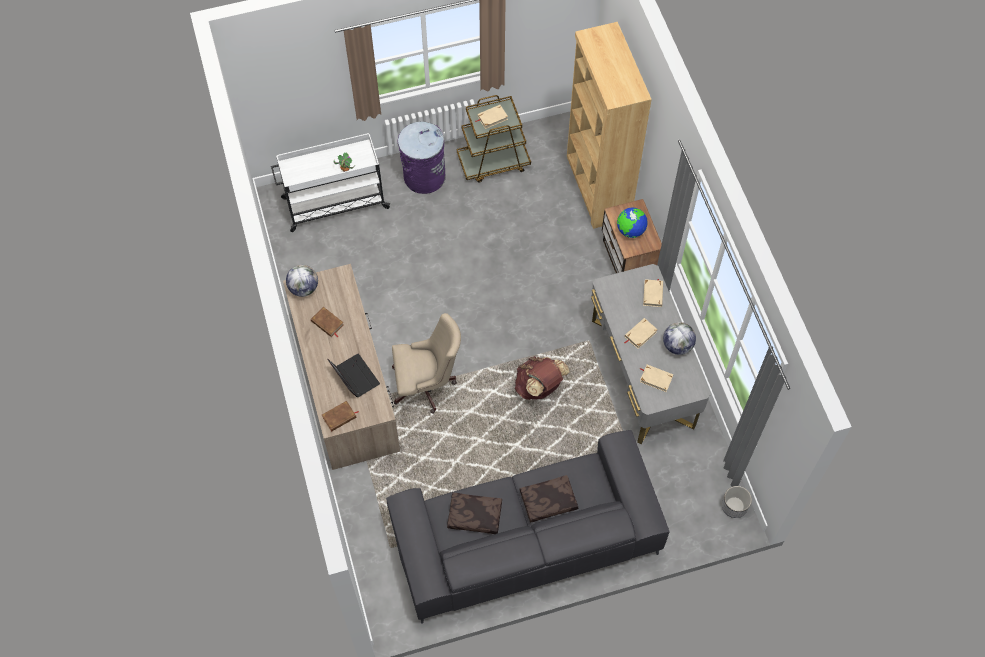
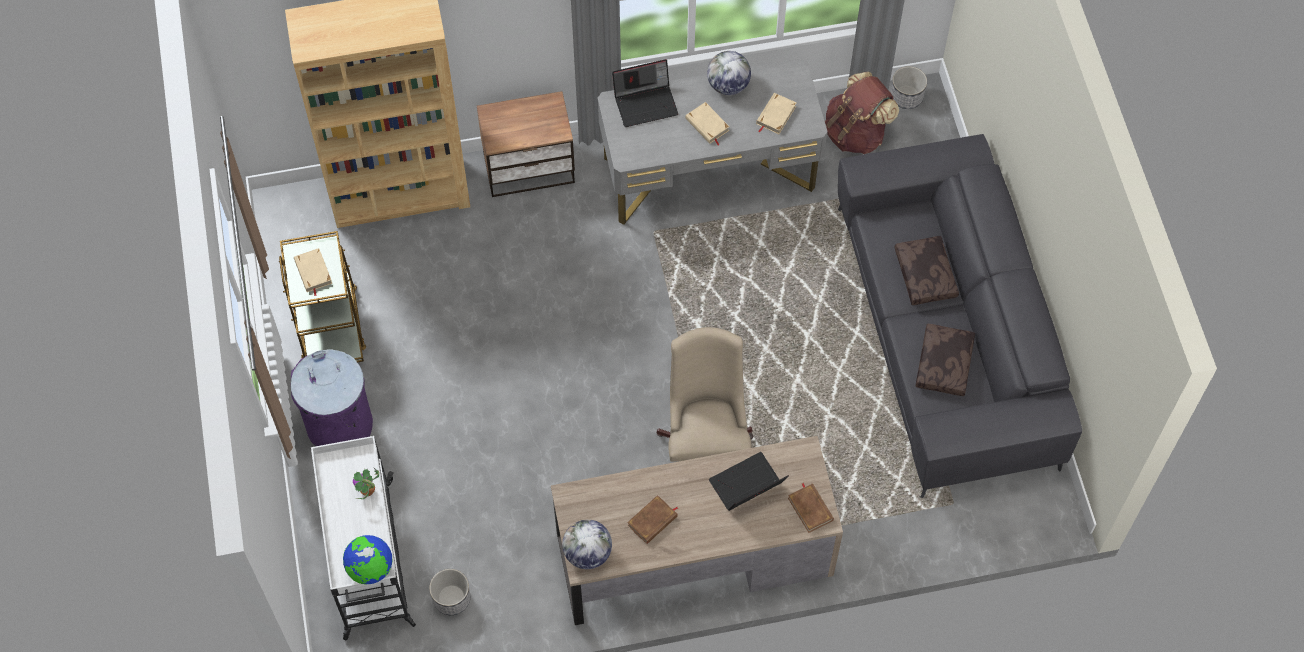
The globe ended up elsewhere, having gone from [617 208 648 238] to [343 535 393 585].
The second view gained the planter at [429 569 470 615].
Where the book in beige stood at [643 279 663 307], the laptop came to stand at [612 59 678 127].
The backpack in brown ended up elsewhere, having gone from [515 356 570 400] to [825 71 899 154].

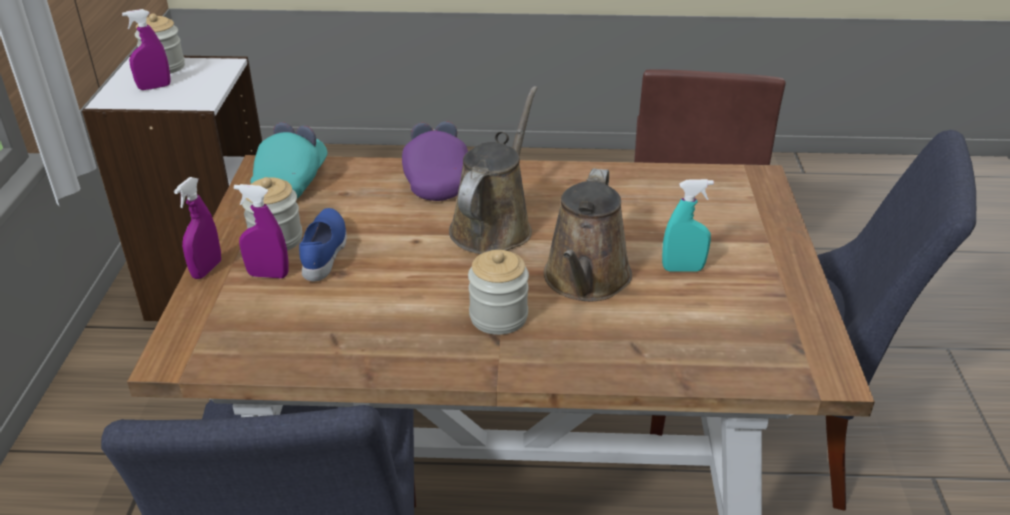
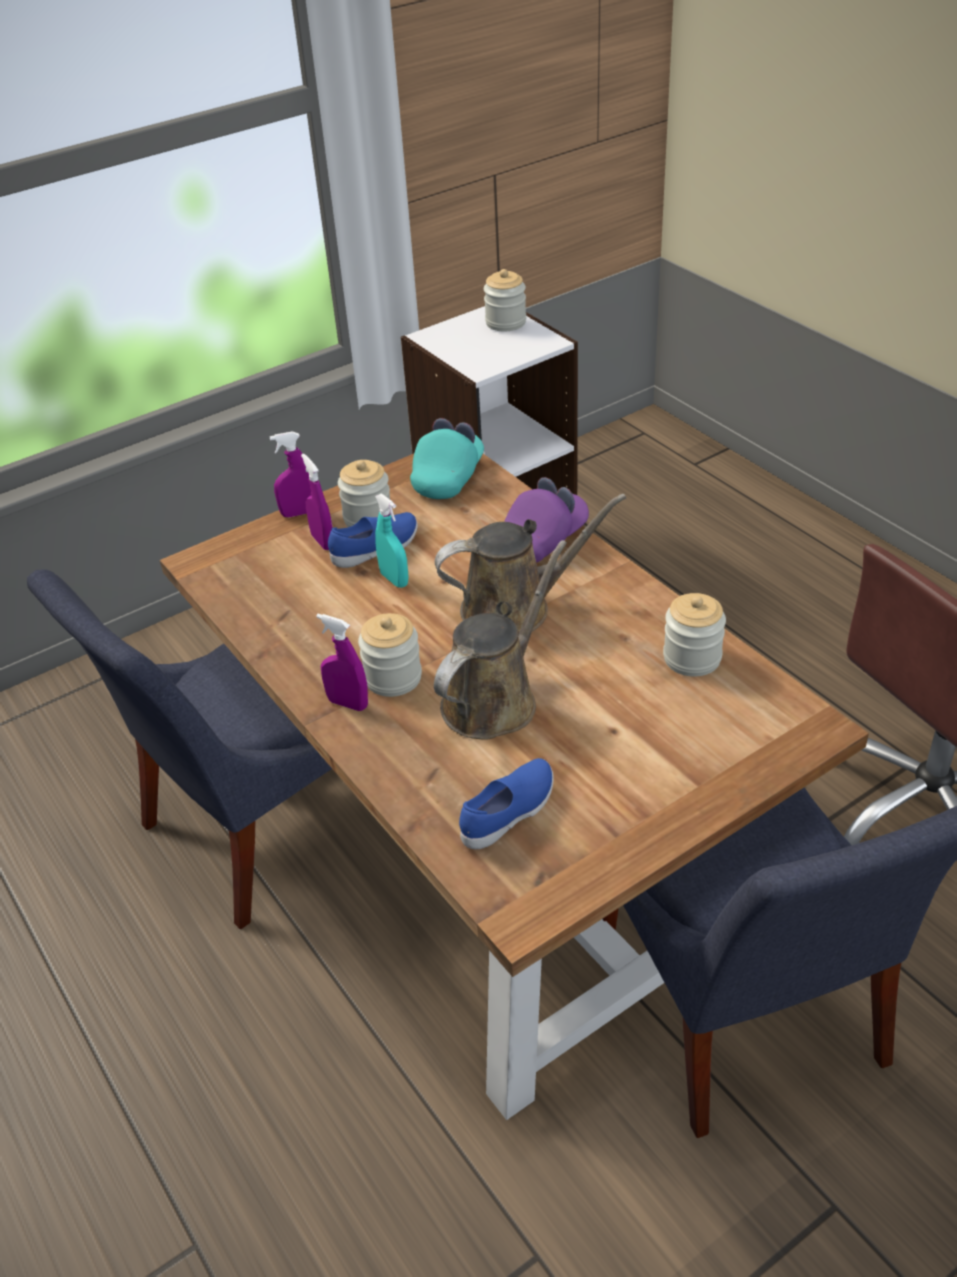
The spray bottle in purple ended up elsewhere, having gone from [122 9 171 90] to [316 614 368 711].
The spray bottle in turquoise ended up elsewhere, having gone from [662 179 714 272] to [375 493 409 588].
The cap in turquoise at [250 122 328 198] ended up facing another way, 45 degrees counterclockwise from before.
The watering can in brown at [544 168 632 301] ended up facing another way, 150 degrees clockwise from before.
The second view gained the shoe in blue at [459 758 554 849].
The second view gained the jar at [663 593 726 677].

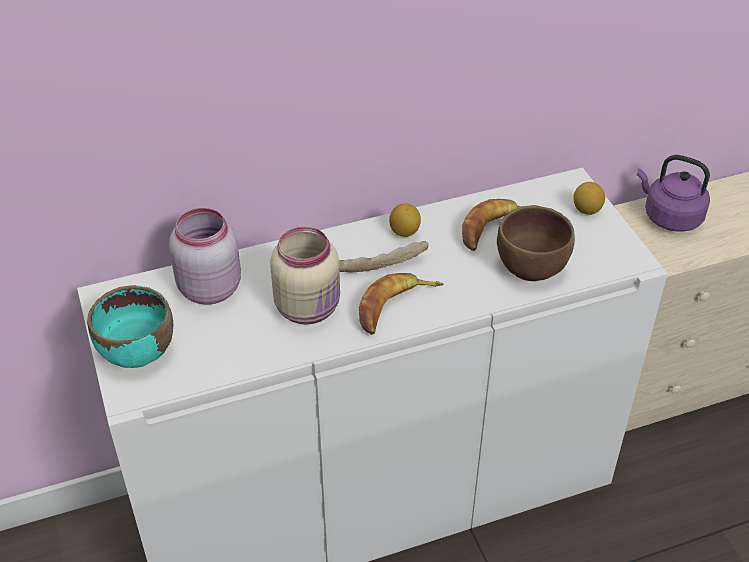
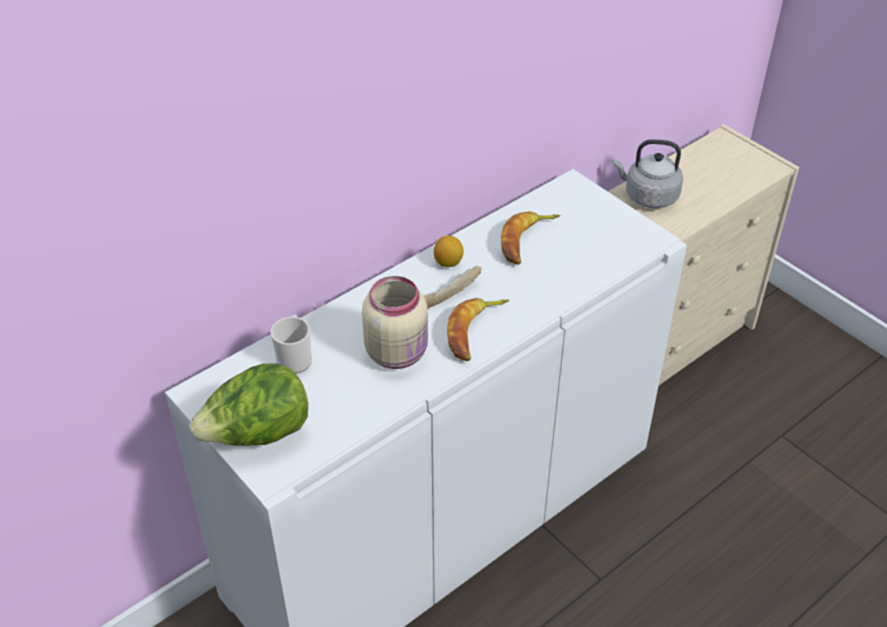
Where the bowl in turquoise stood at [87 285 173 368], the lettuce came to stand at [189 363 308 446].
Where the jar in pink stood at [169 208 241 305], the mug came to stand at [271 315 312 374].
What was the kettle in purple at [637 155 710 232] turned into the kettle in grey at [613 139 683 208].
The second view lost the bowl in brown at [497 205 575 281].
The second view lost the lemon at [573 182 605 215].

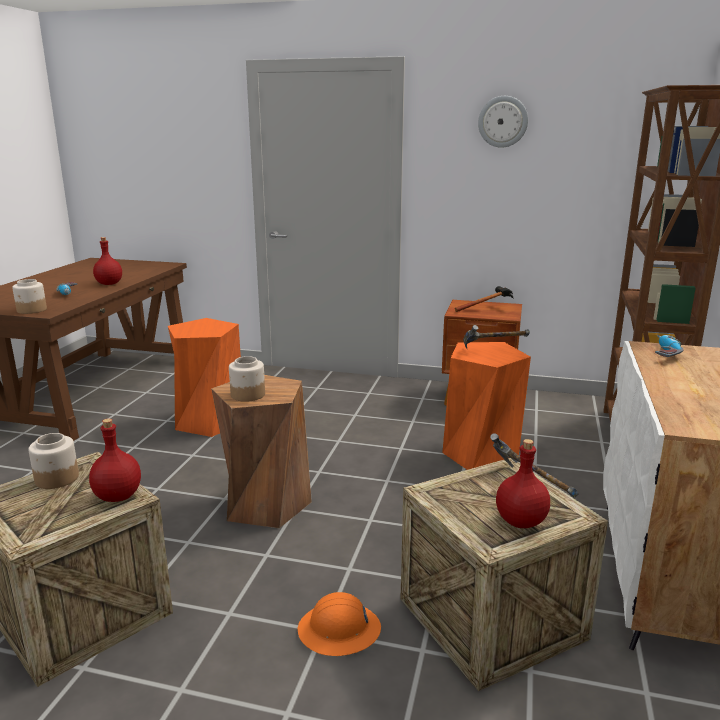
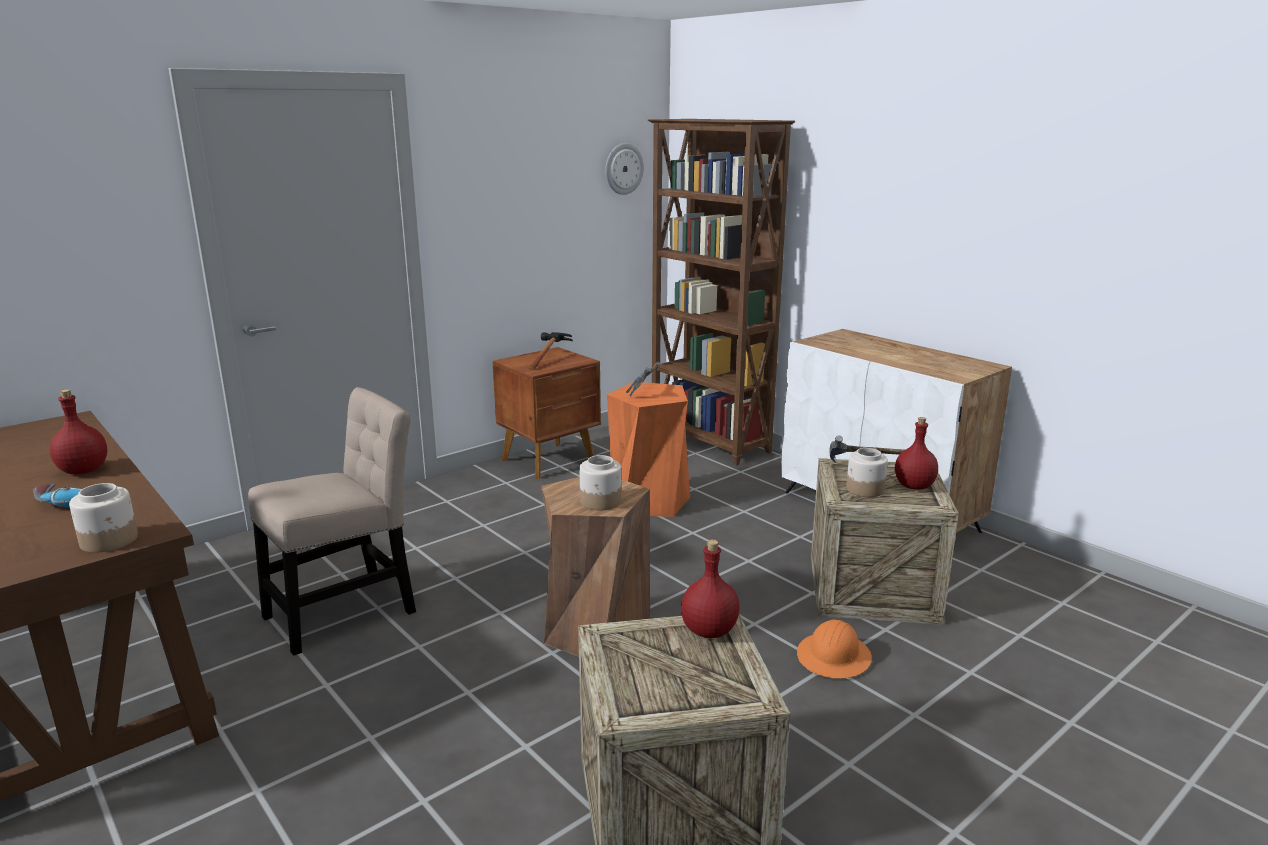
Where the stool in orange stood at [168 318 241 437], the chair in beige came to stand at [248 387 416 656].
The wall clock ended up elsewhere, having gone from [478 96 528 148] to [605 143 644 195].
The jar ended up elsewhere, having gone from [28 433 79 489] to [846 448 888 497].
The second view lost the power drill at [655 335 684 357].

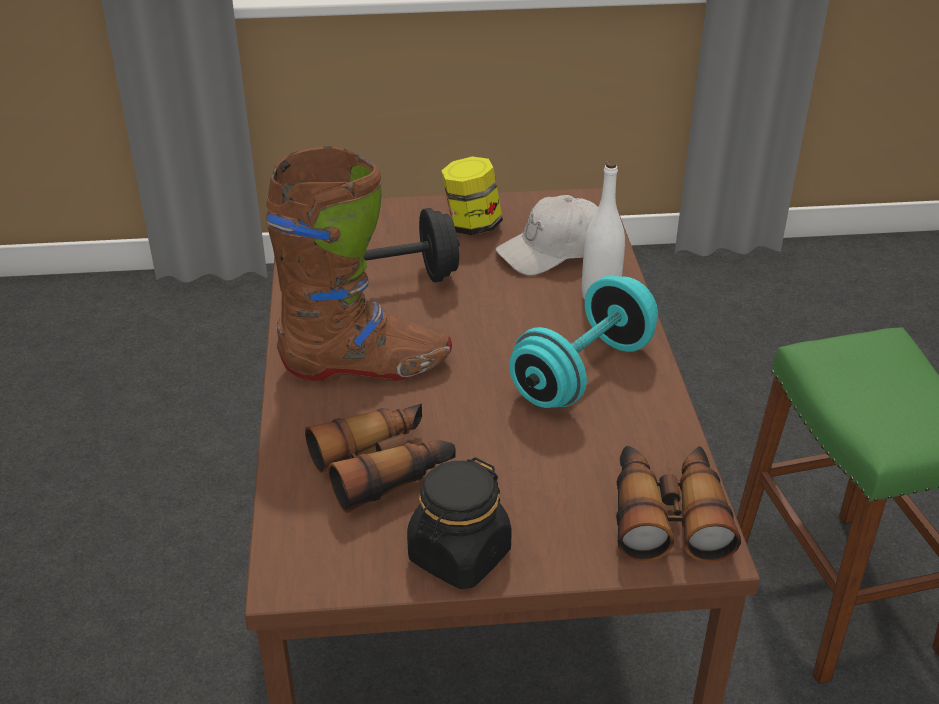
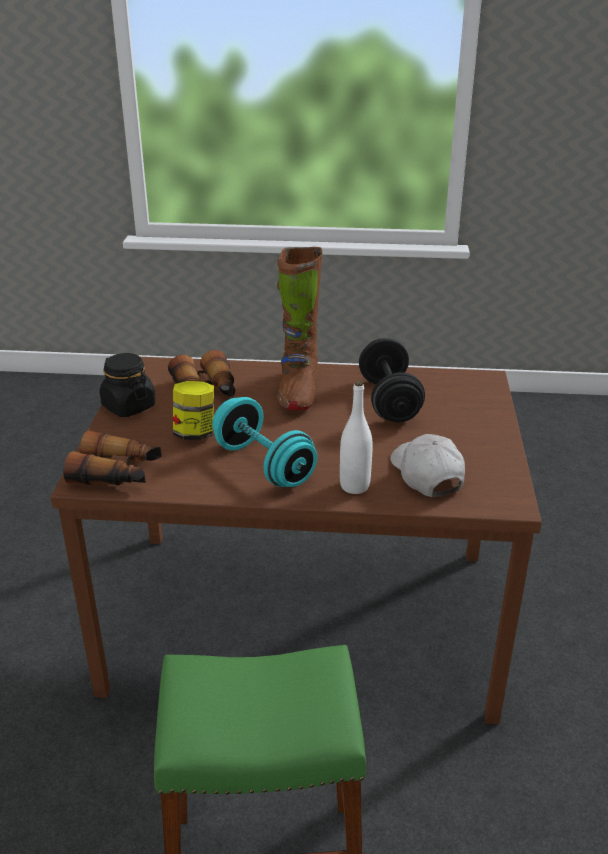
The jar ended up elsewhere, having gone from [441 157 503 235] to [173 381 214 440].

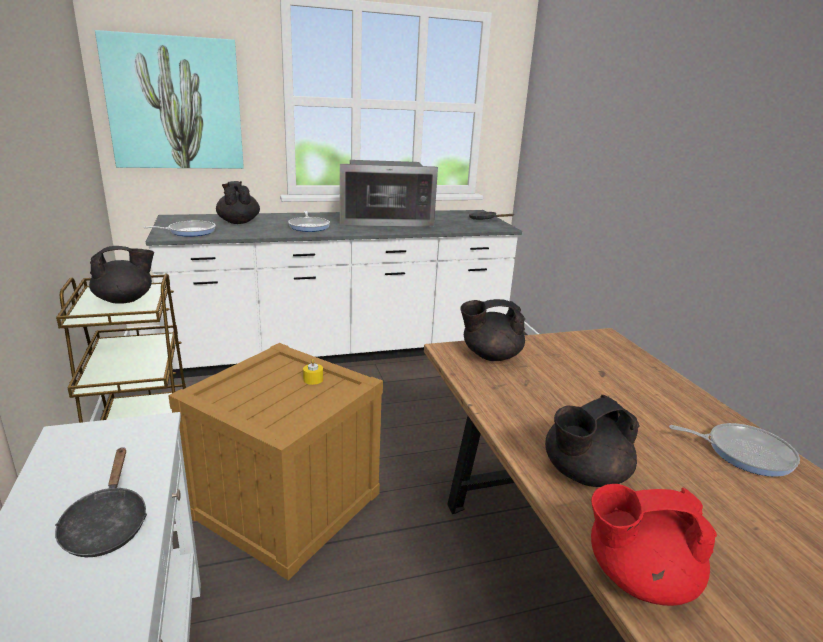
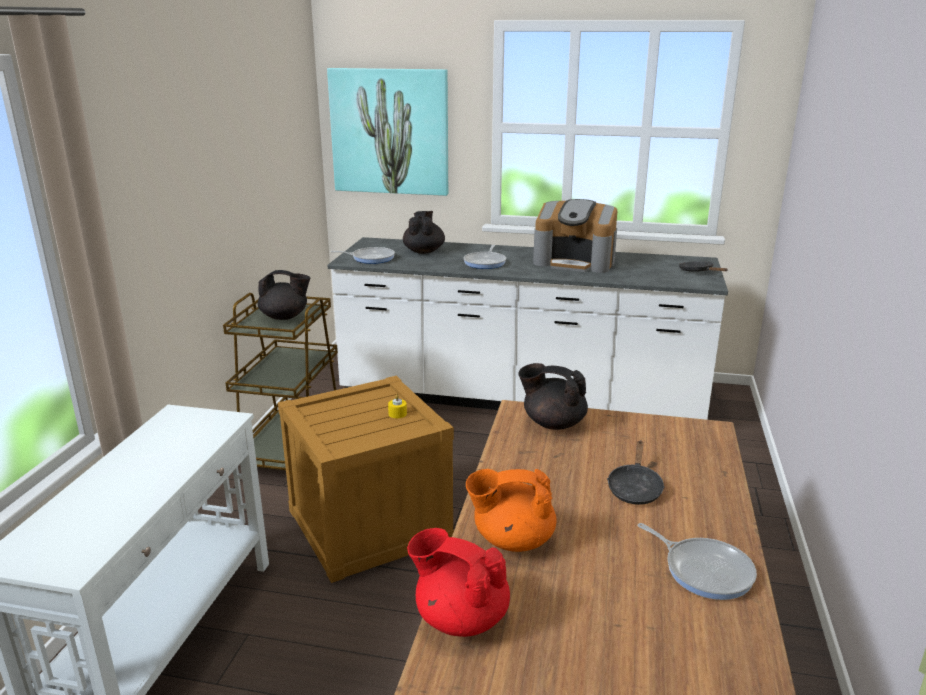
What was the teapot in black at [545 395 639 487] turned into the teapot in orange at [466 469 557 552].
Where the microwave stood at [340 160 438 227], the coffee machine came to stand at [533 199 617 273].
The frying pan in black ended up elsewhere, having gone from [55 447 147 557] to [607 440 665 505].

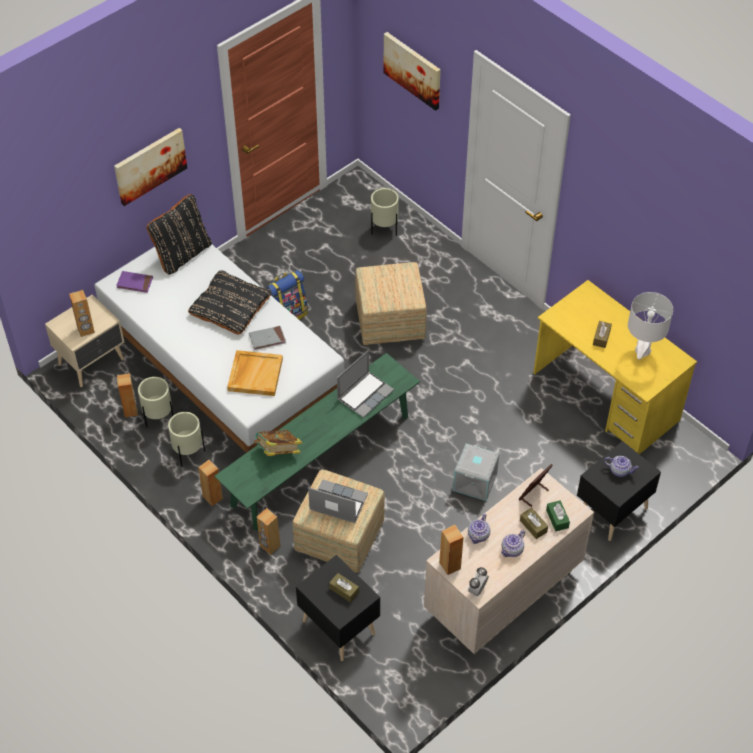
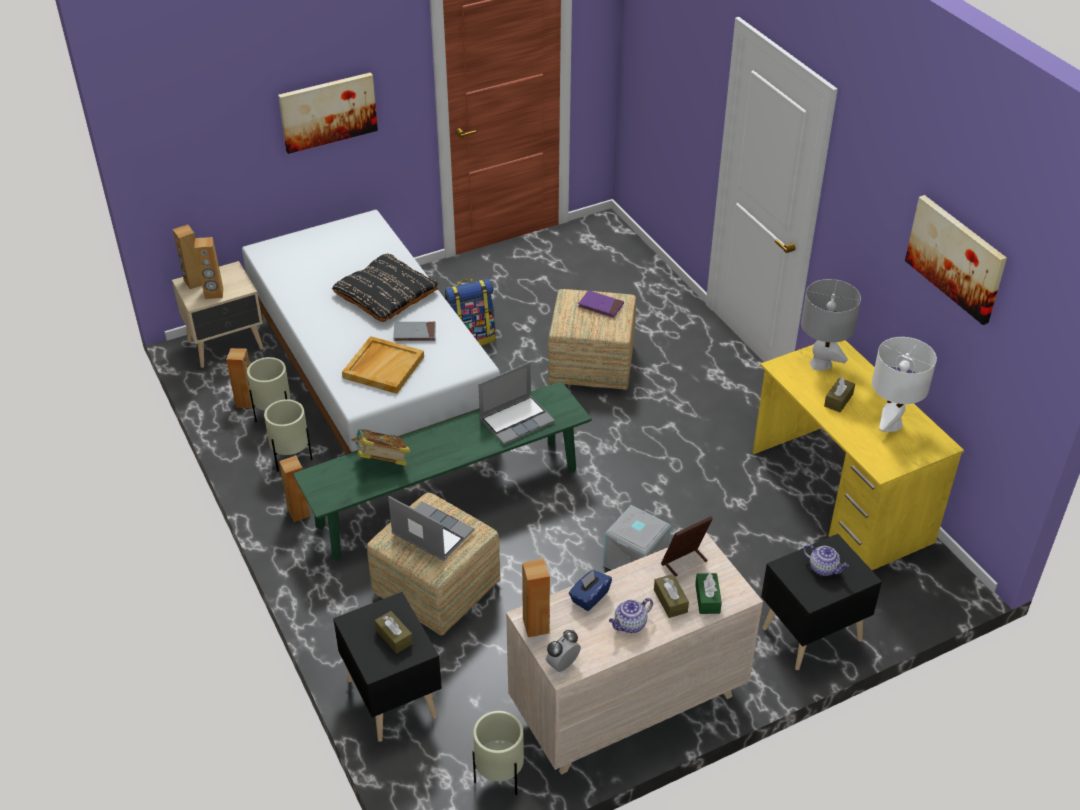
The speaker in brown ended up elsewhere, having gone from [257 508 280 555] to [173 225 202 289].
The planter in beige ended up elsewhere, having gone from [371 188 399 236] to [472 711 524 795].
Where the teapot stood at [468 514 490 544], the tissue box in blue came to stand at [569 570 612 611].
The book in purple ended up elsewhere, having gone from [116 271 153 293] to [578 290 624 318].
The second view gained the table lamp in grey at [801 279 861 371].
The picture ended up elsewhere, having gone from [384 32 441 111] to [905 195 1007 325].
The second view lost the pillow in black at [146 194 212 275].

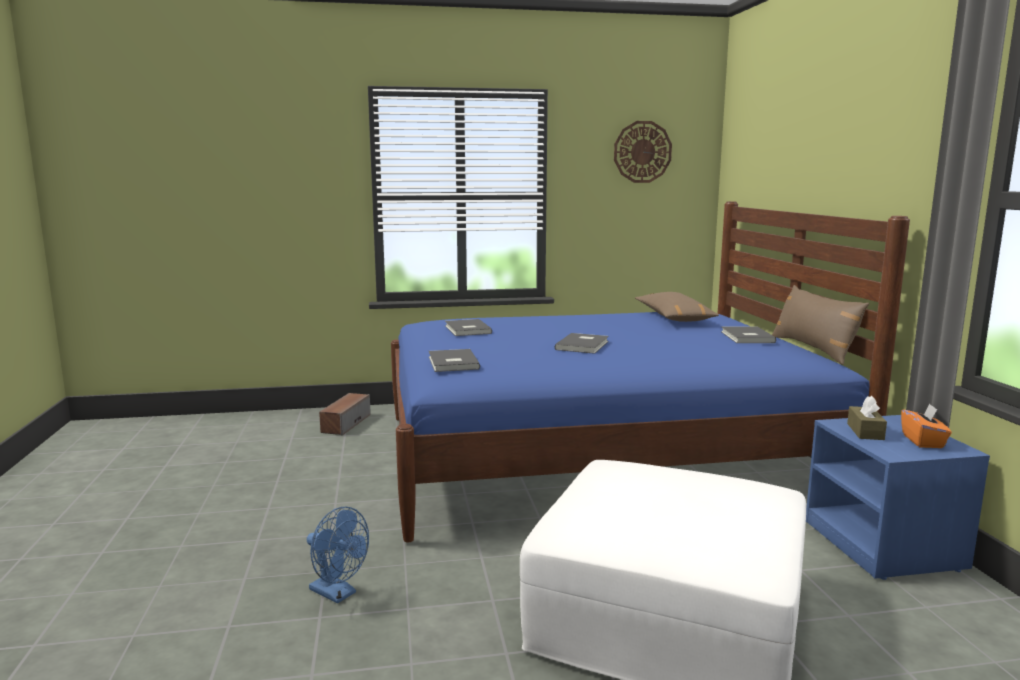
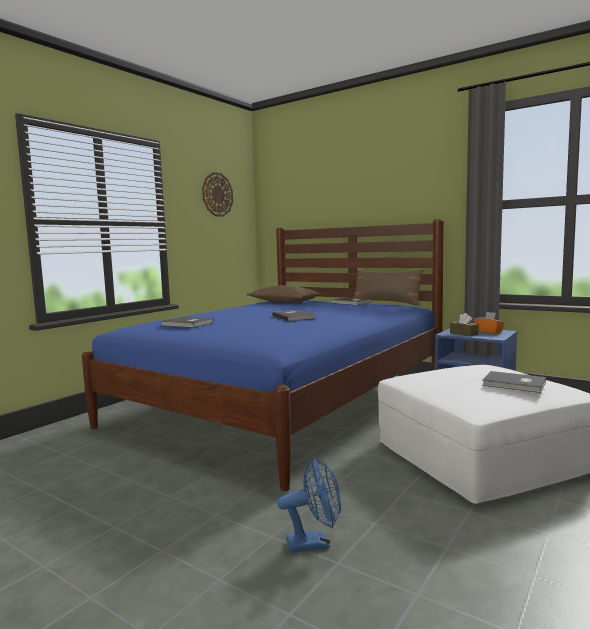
The book in grey ended up elsewhere, having gone from [429 349 480 372] to [482 371 546 393].
The second view lost the speaker at [319 393 371 435].

